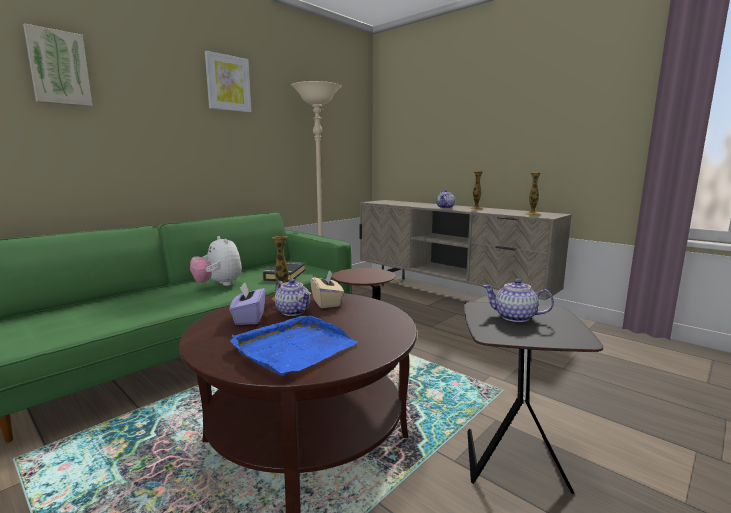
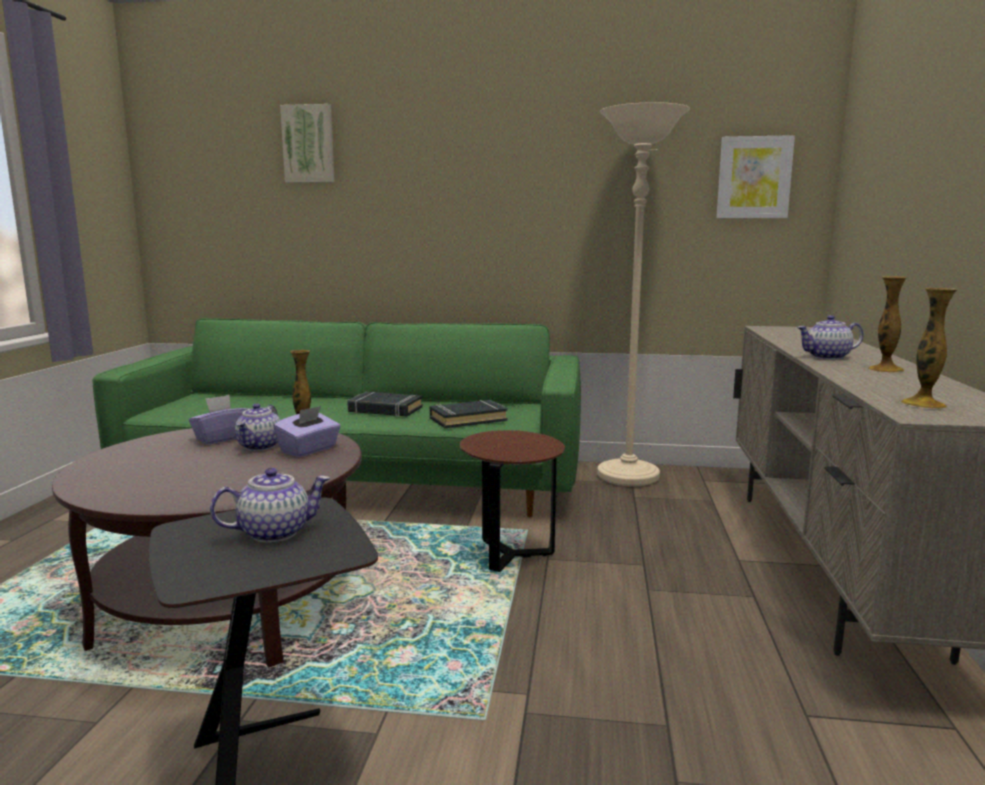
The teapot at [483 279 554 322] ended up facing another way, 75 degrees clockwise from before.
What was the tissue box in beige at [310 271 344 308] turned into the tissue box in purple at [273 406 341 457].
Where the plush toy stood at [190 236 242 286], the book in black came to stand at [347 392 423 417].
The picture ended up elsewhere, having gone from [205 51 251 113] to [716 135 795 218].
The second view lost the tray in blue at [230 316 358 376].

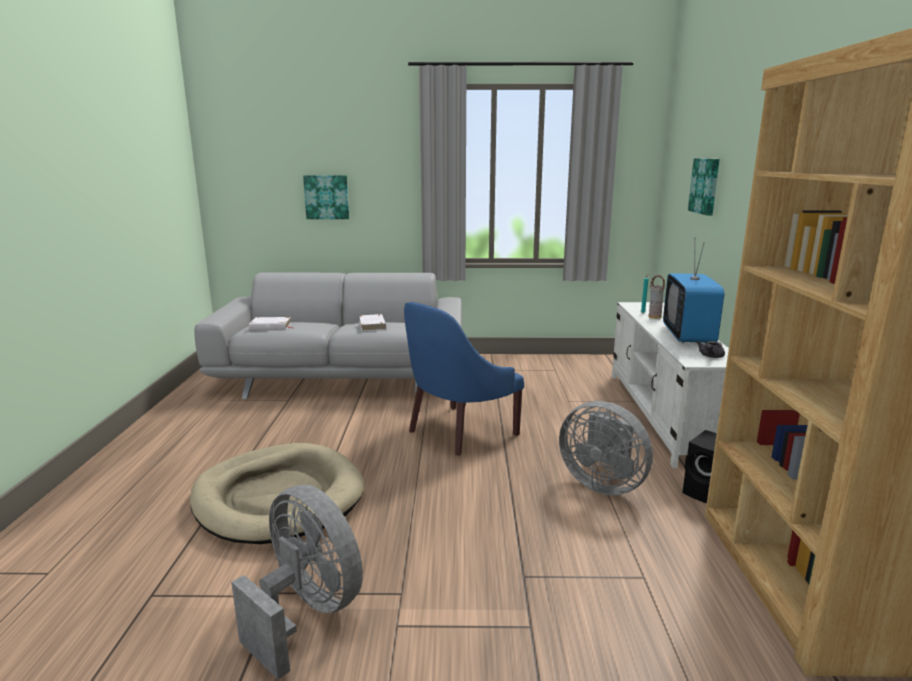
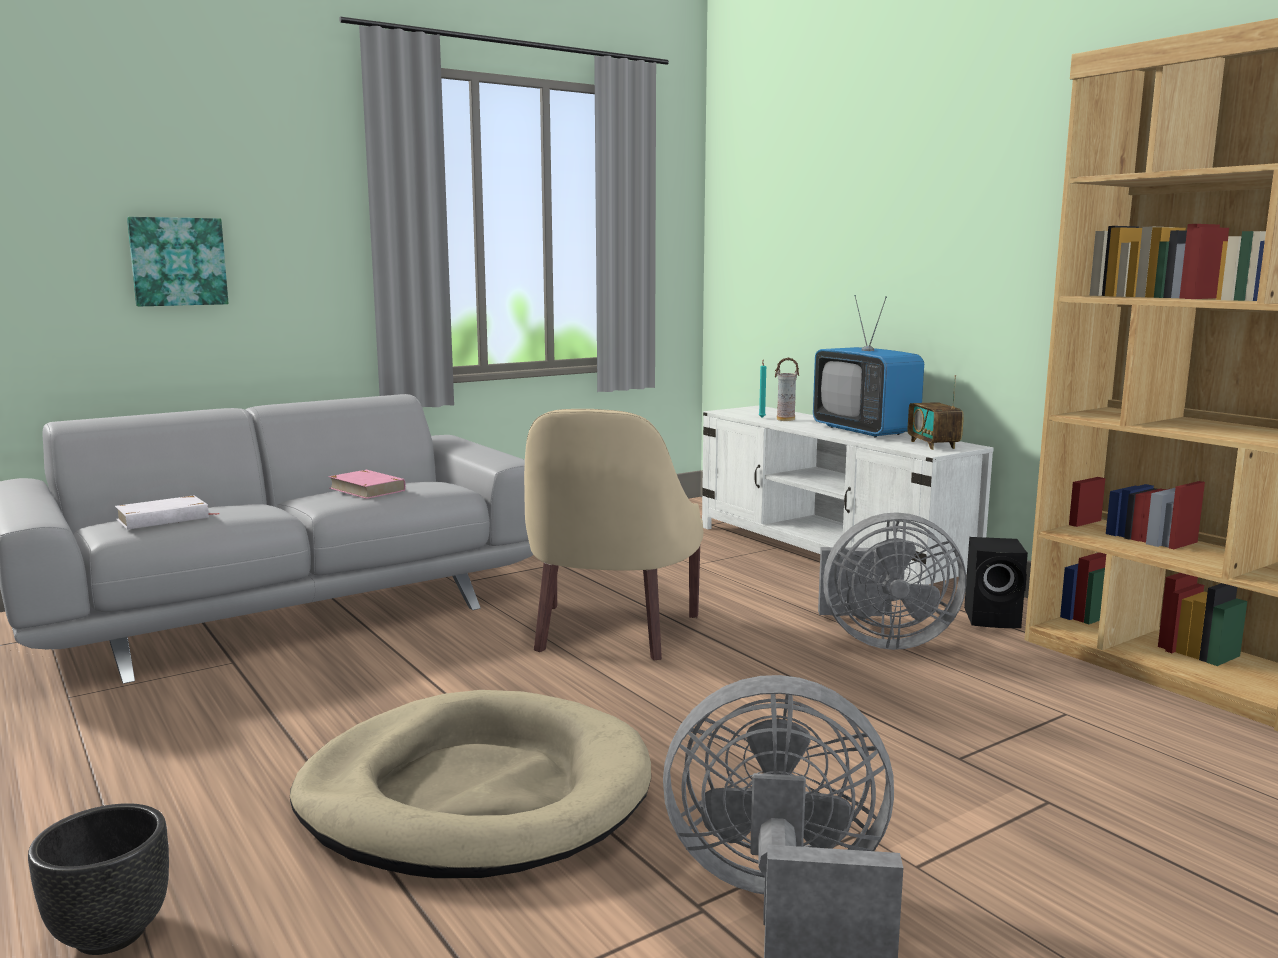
The second view gained the planter in black at [28 803 169 955].
What was the book in white at [359 314 386 331] turned into the book in pink at [328 470 406 499].
What was the armchair in blue at [404 302 524 455] turned into the armchair in beige at [524 409 703 660].
Where the teapot in grey stood at [697 341 725 358], the radio came to stand at [908 375 964 450].
The second view lost the picture at [688 158 720 215].

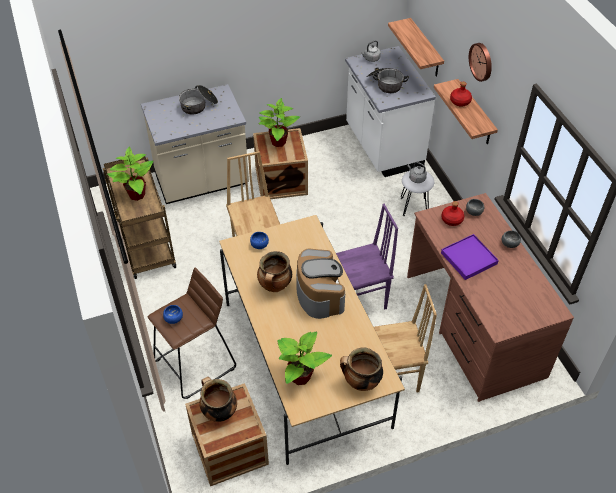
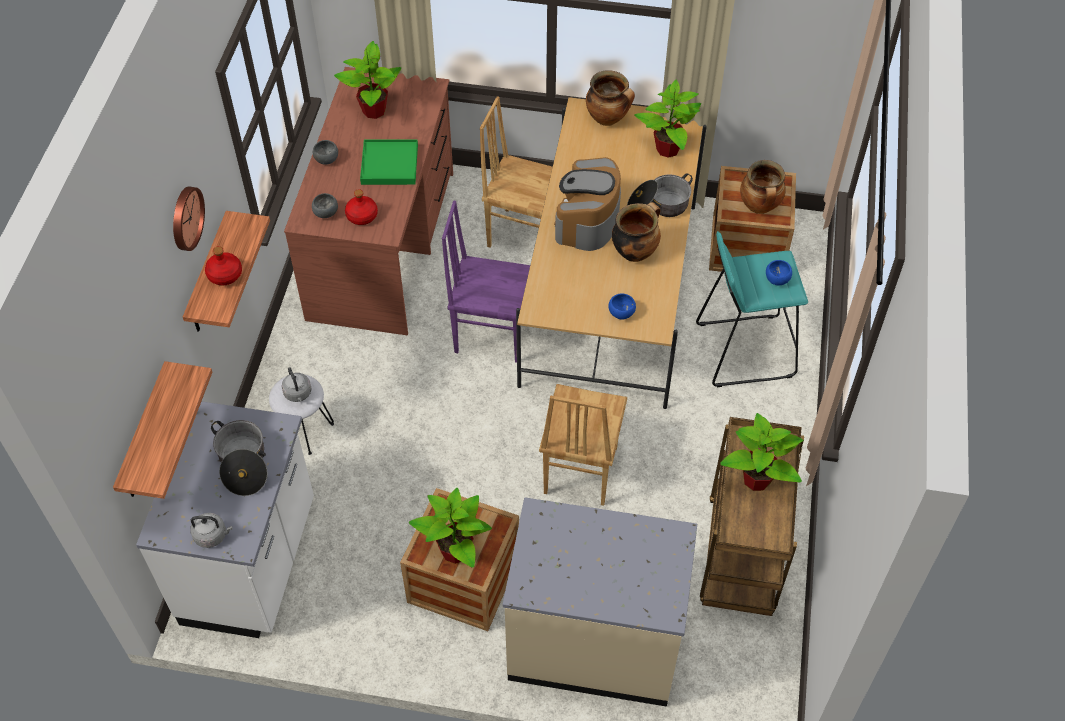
The second view gained the potted plant at [334 41 401 119].
What was the tray in purple at [441 234 499 280] turned into the tray in green at [360 140 418 185].
The cooking pot ended up elsewhere, having gone from [179 85 218 115] to [627 173 693 217].
What was the stool in brown at [148 267 236 399] turned into the stool in turquoise at [696 231 808 387].

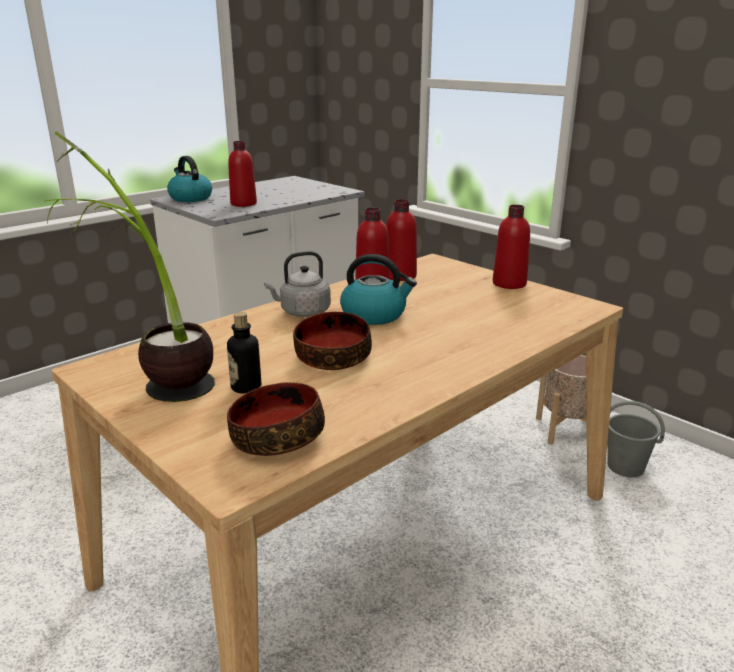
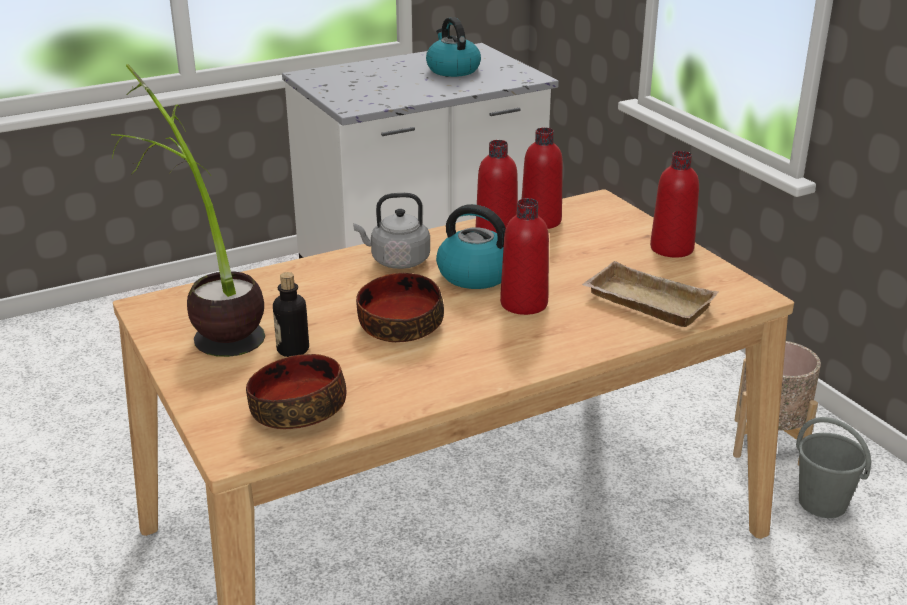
The kettle ended up elsewhere, having gone from [167 156 212 202] to [426 17 481 77].
The bottle in red ended up elsewhere, having gone from [228 141 257 207] to [500 198 549 315].
The second view gained the tray in beige at [582 261 718 327].

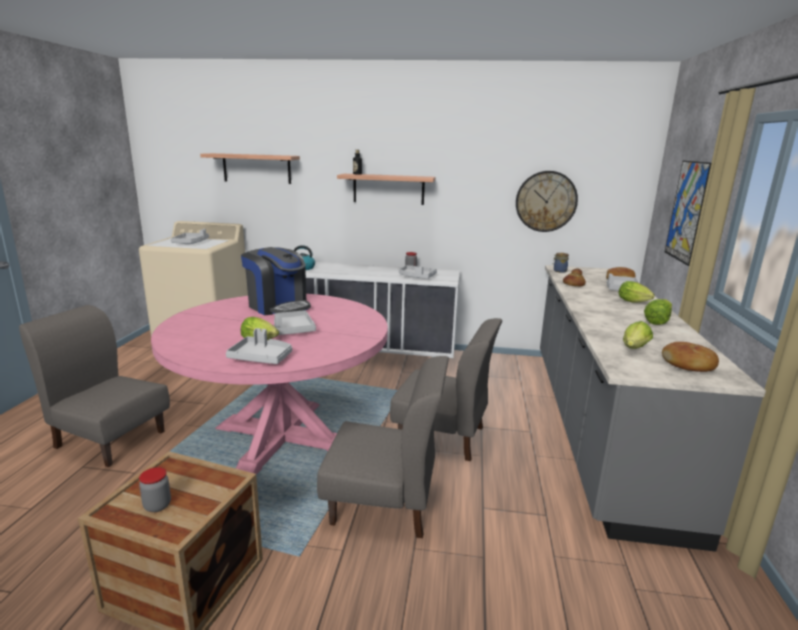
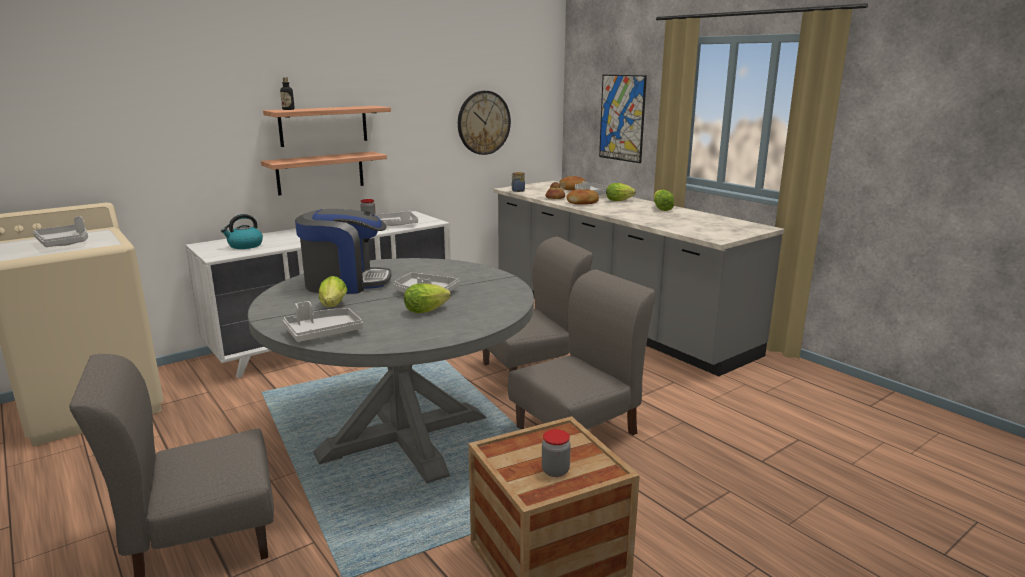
What was the dining table in pink at [151 294 388 475] turned into the dining table in grey at [248 258 534 483].
The shelf ended up elsewhere, having gone from [200 153 300 184] to [261 151 387 196].
The tray in grey ended up elsewhere, having gone from [226 328 292 364] to [283 301 363 342].
The lettuce ended up elsewhere, having gone from [623 321 653 349] to [319 276 347 307].
The bread ended up elsewhere, having gone from [662 342 719 372] to [567 189 599 205].

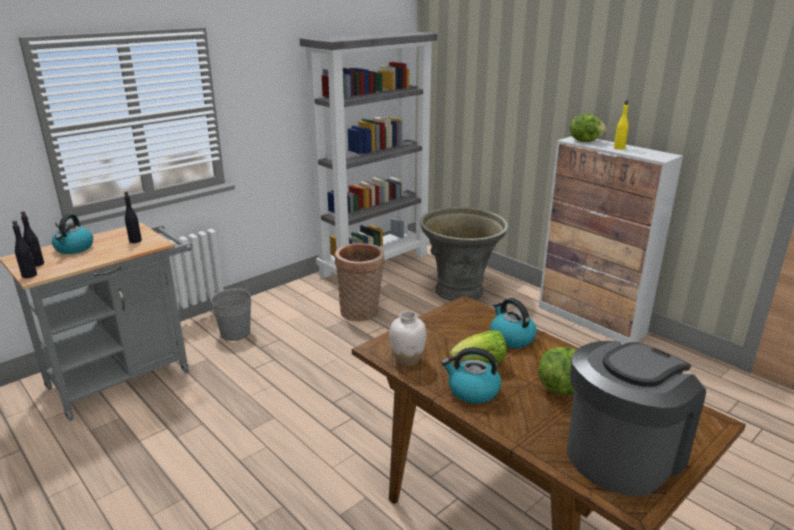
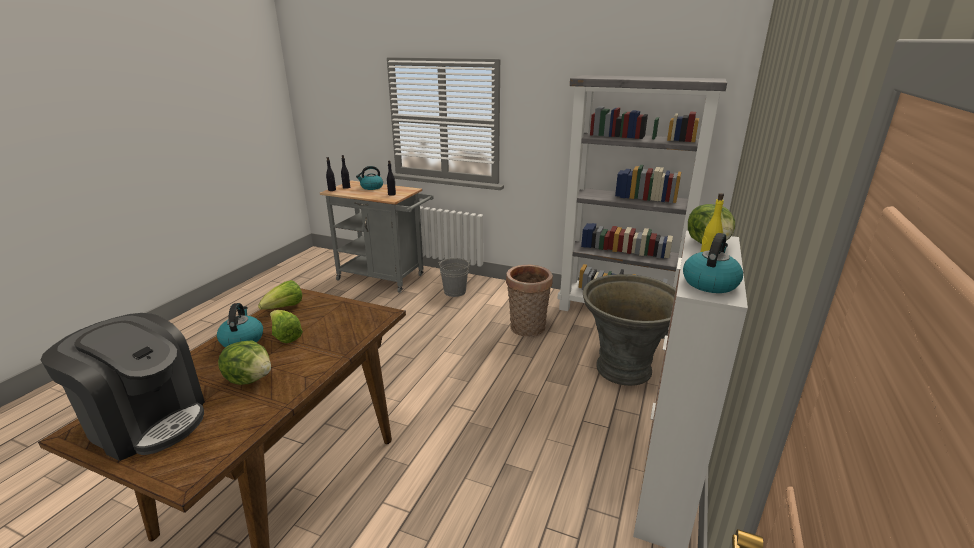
Where the vase in white stood at [389 311 427 367], the lettuce came to stand at [258 280 302 310].
The kettle ended up elsewhere, having gone from [490 298 537 348] to [683 233 743 293].

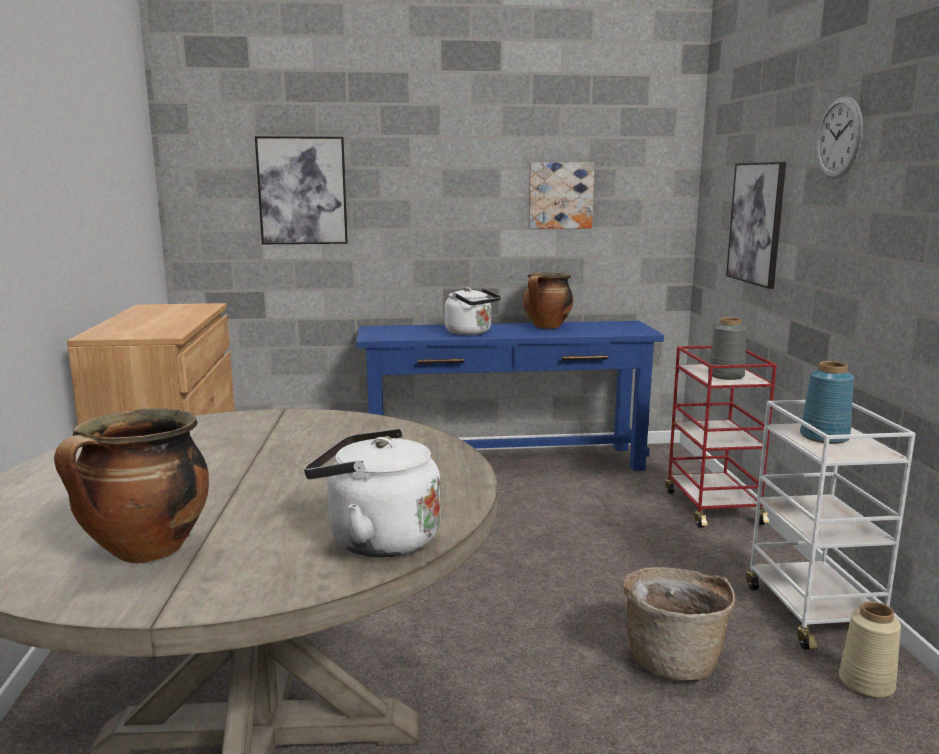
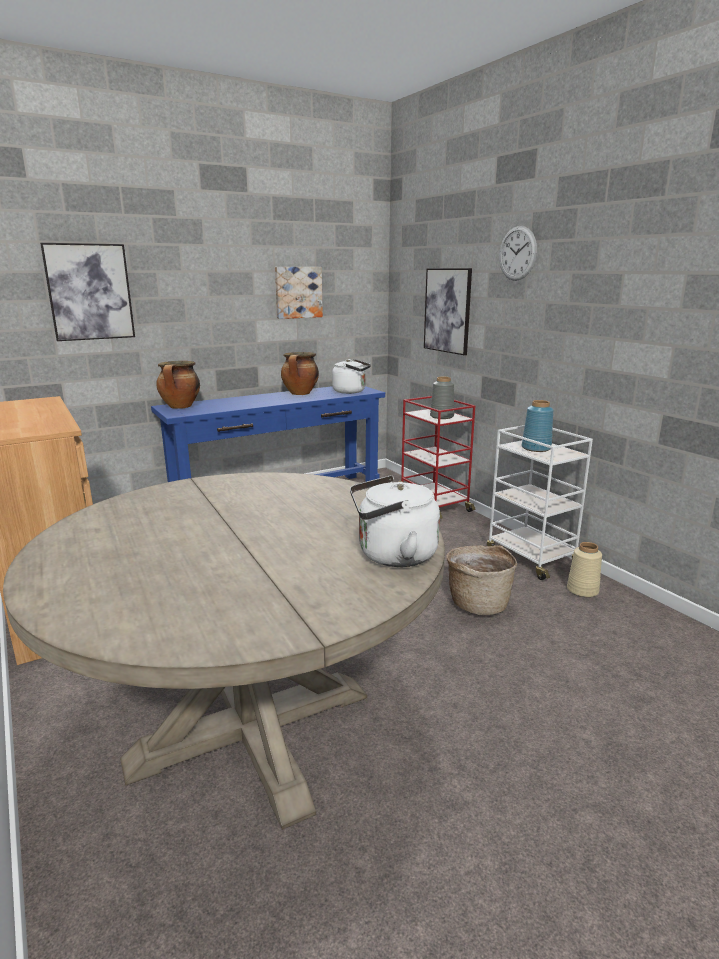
The cooking pot ended up elsewhere, having gone from [54 408 209 563] to [156 361 200 409].
The kettle in white ended up elsewhere, having gone from [445 287 501 335] to [332 359 371 394].

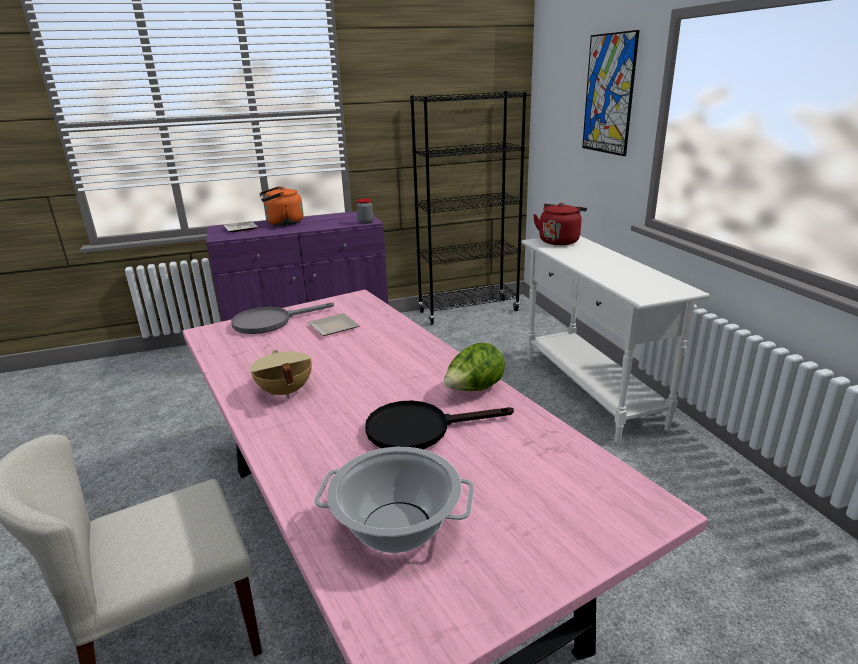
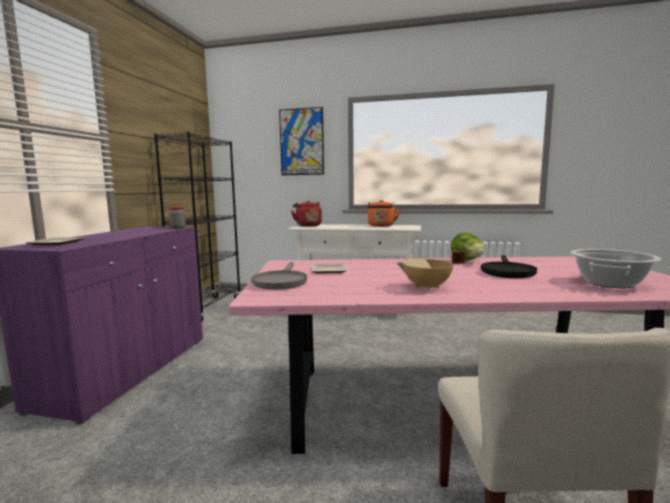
The kettle in orange ended up elsewhere, having gone from [259 186 304 226] to [367 200 401 227].

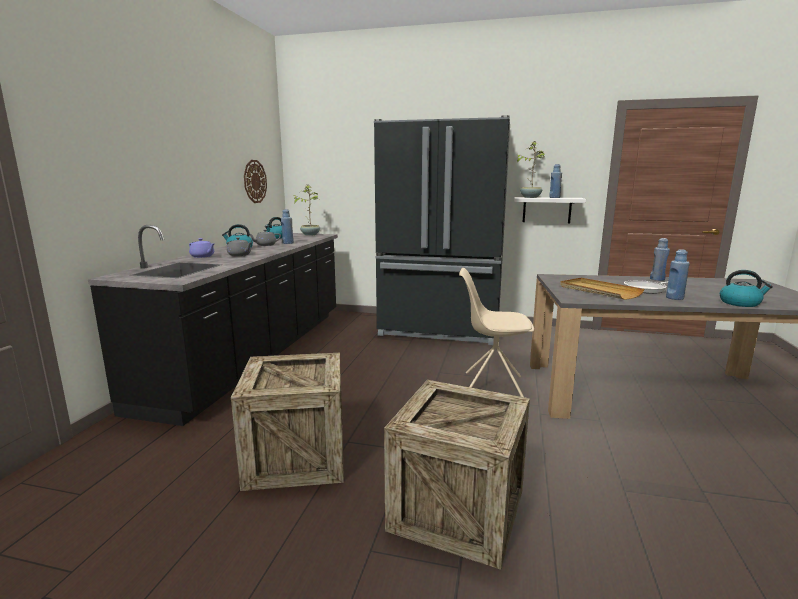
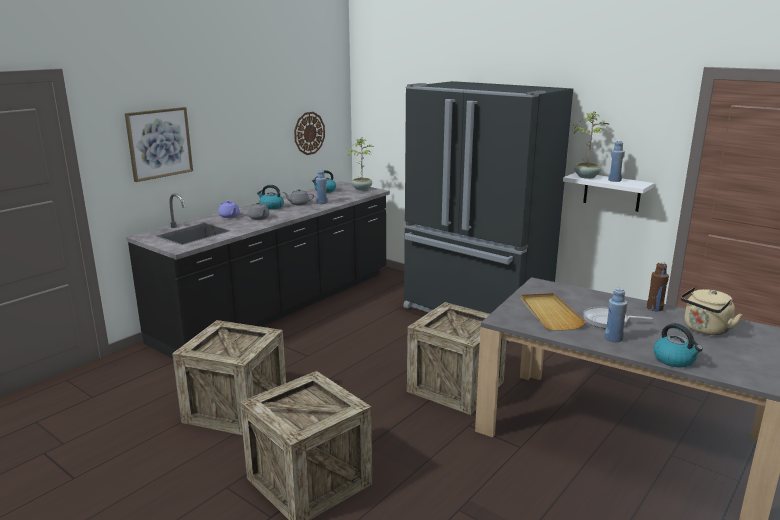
The second view gained the picture at [125 107 193 182].
Where the chair in beige stood at [459 268 534 397], the crate came to stand at [407 302 507 415].
What was the bottle in blue at [650 238 670 281] turned into the bottle in brown at [647 262 669 312].
The second view gained the kettle in beige at [680 287 742 335].

